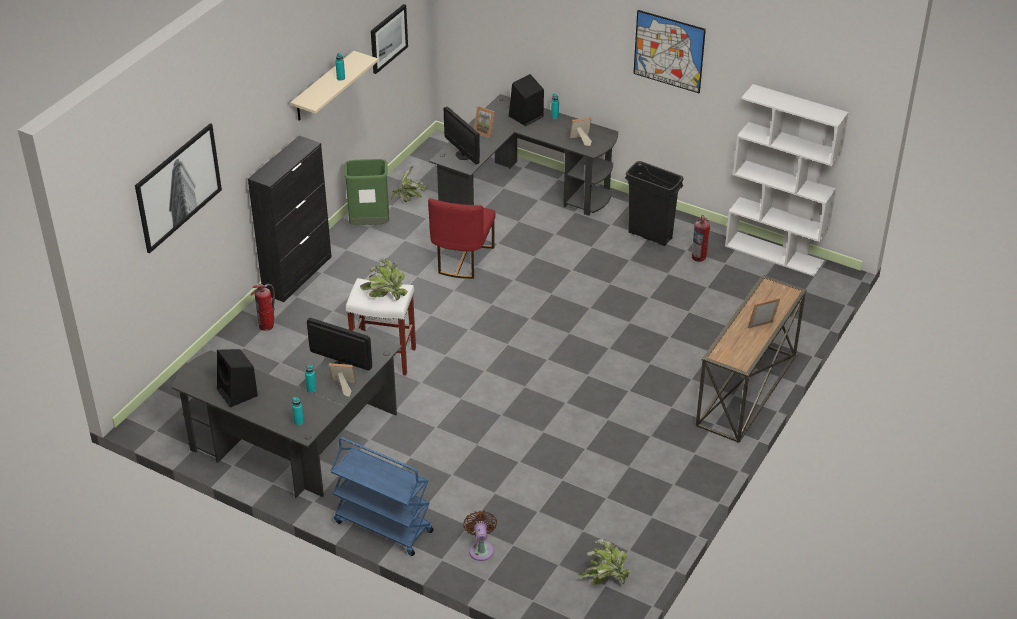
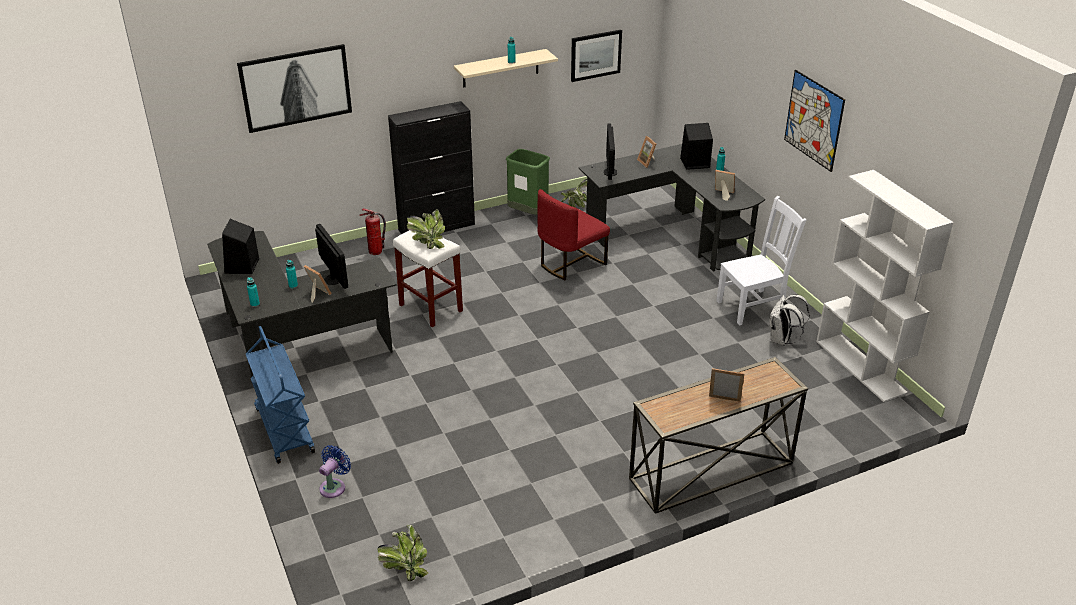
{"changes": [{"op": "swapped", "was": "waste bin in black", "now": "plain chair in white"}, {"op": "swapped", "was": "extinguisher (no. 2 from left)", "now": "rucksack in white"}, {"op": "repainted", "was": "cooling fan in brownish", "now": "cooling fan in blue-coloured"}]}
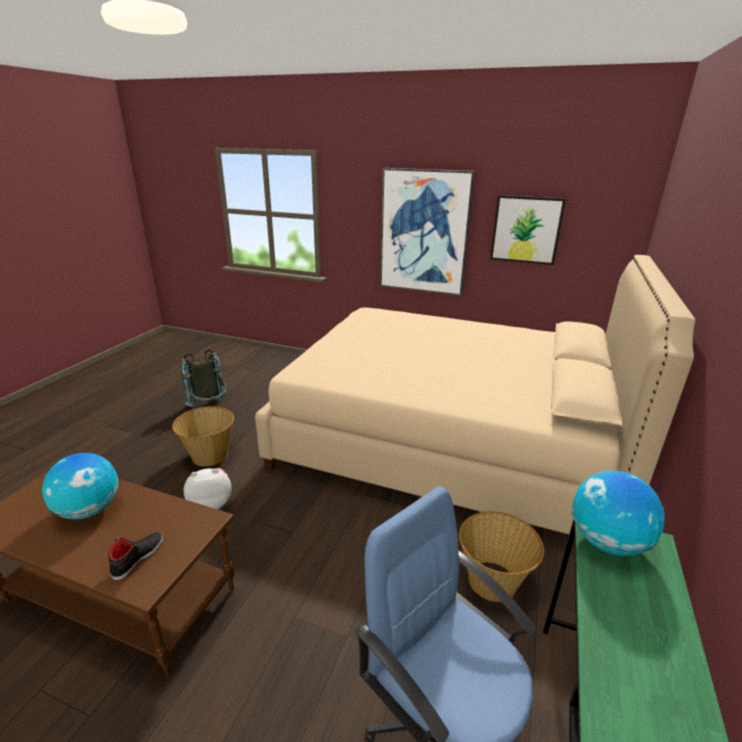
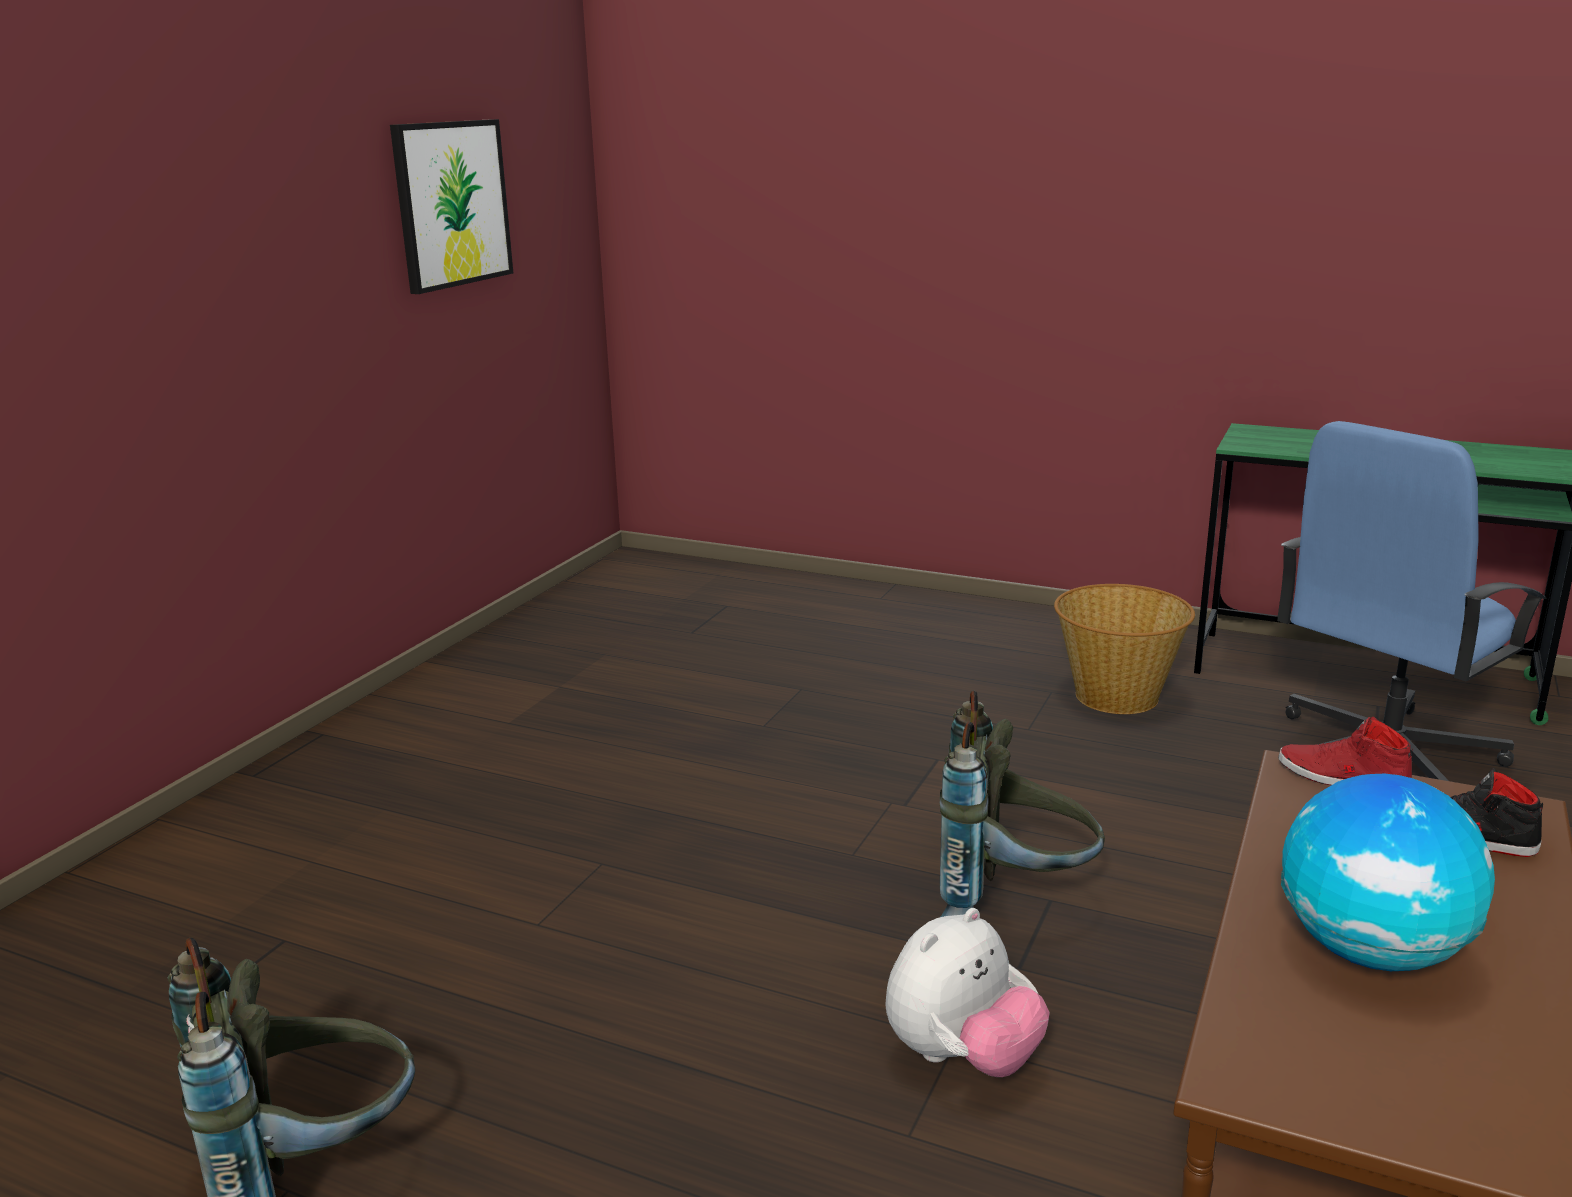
{"changes": [{"op": "gone", "was": "household basket (no. 1 from left)"}, {"op": "gone", "was": "bedroom bed in beige-coloured"}, {"op": "gone", "was": "wall picture (no. 1 from left)"}, {"op": "gone", "was": "world globe (no. 2 from left)"}, {"op": "new", "now": "rucksack in greyish (no. 2 from left)"}, {"op": "new", "now": "item of footwear in red"}, {"op": "rotated", "was": "soft toy", "clockwise": -120}]}
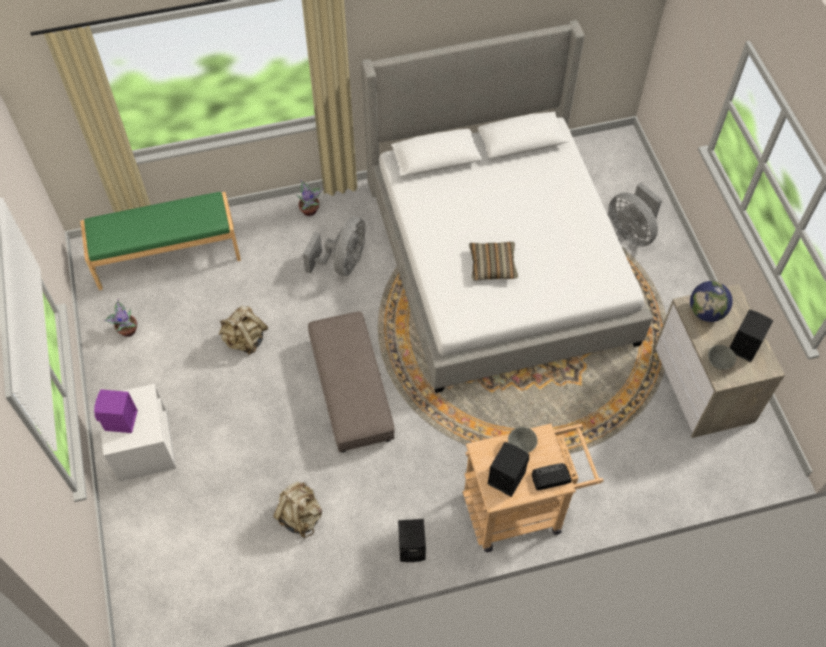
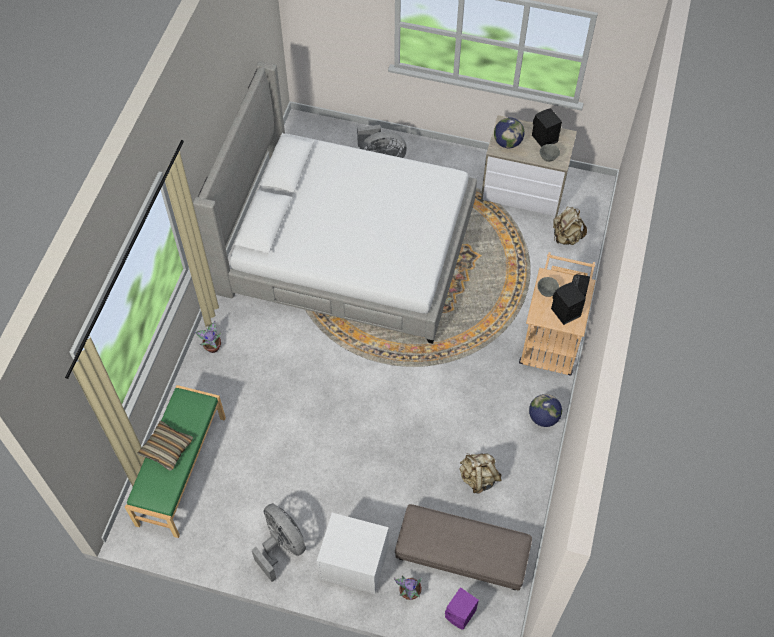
{"changes": [{"op": "shifted", "was": "loudspeaker in purple"}, {"op": "shifted", "was": "plant in a pot (no. 1 from left in the first image)", "now": "plant in a pot (no. 2 from left)"}, {"op": "shifted", "was": "rucksack in beige-coloured (no. 1 from left in the first image)", "now": "rucksack in beige-coloured (no. 2 from left)"}, {"op": "shifted", "was": "cooling fan in greyish (no. 1 from left)"}, {"op": "shifted", "was": "footrest in greyish"}, {"op": "shifted", "was": "pillow"}, {"op": "swapped", "was": "loudspeaker in black (no. 1 from left)", "now": "world globe (no. 2 from left)"}]}
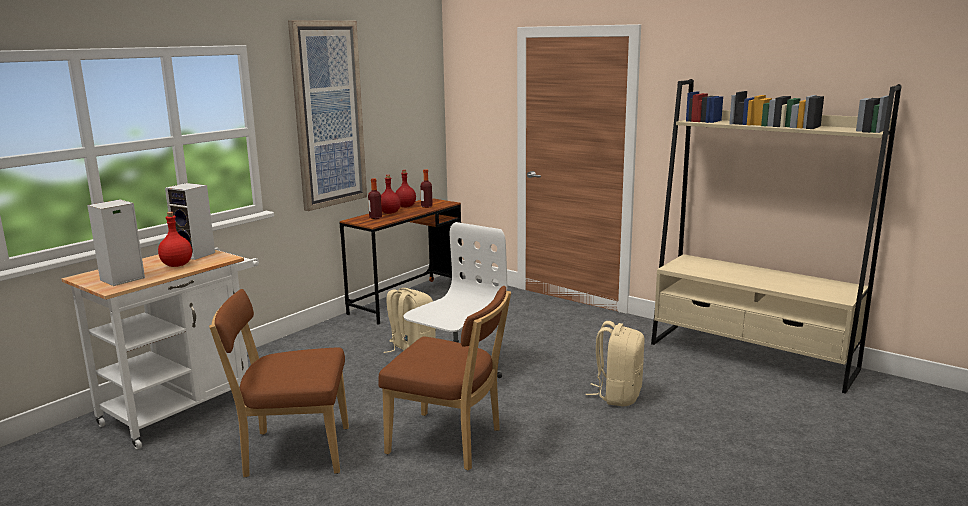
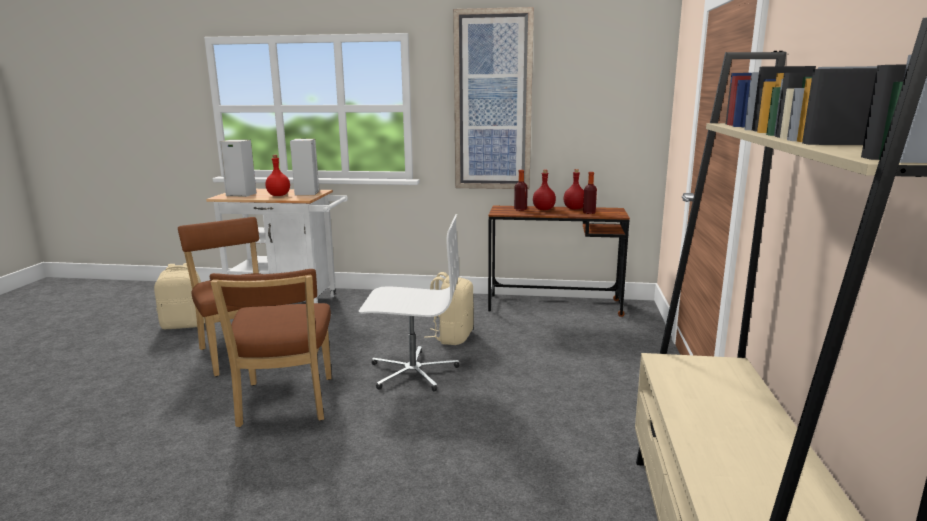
{"changes": [{"op": "shifted", "was": "rucksack in beige-coloured (no. 2 from left in the first image)", "now": "rucksack in beige-coloured (no. 1 from left)"}]}
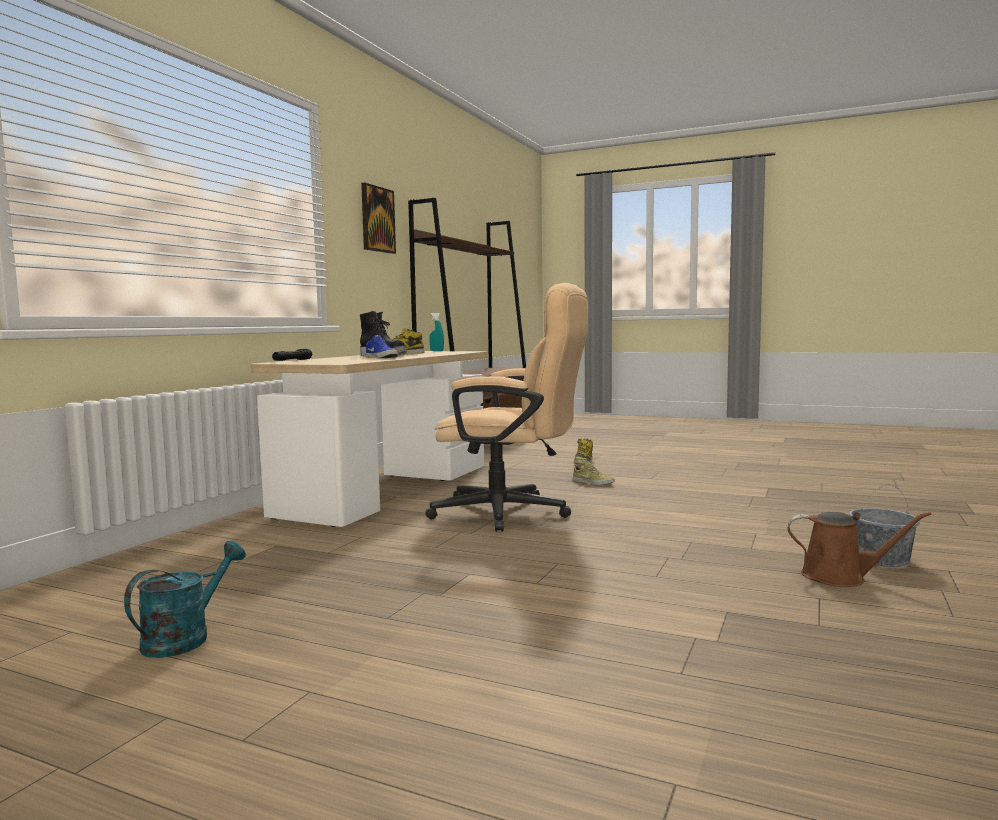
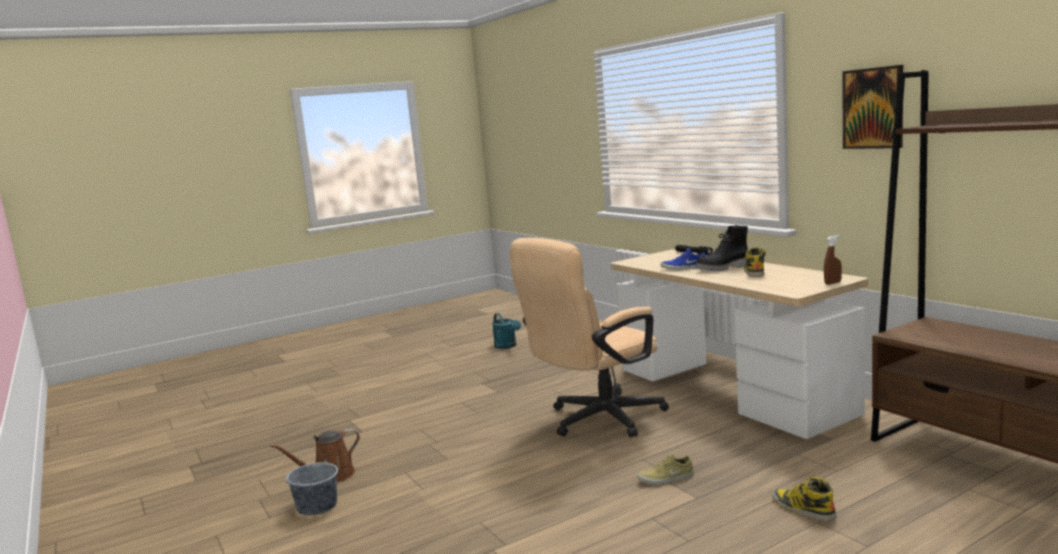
{"changes": [{"op": "repainted", "was": "spray bottle in turquoise-coloured", "now": "spray bottle in brownish"}]}
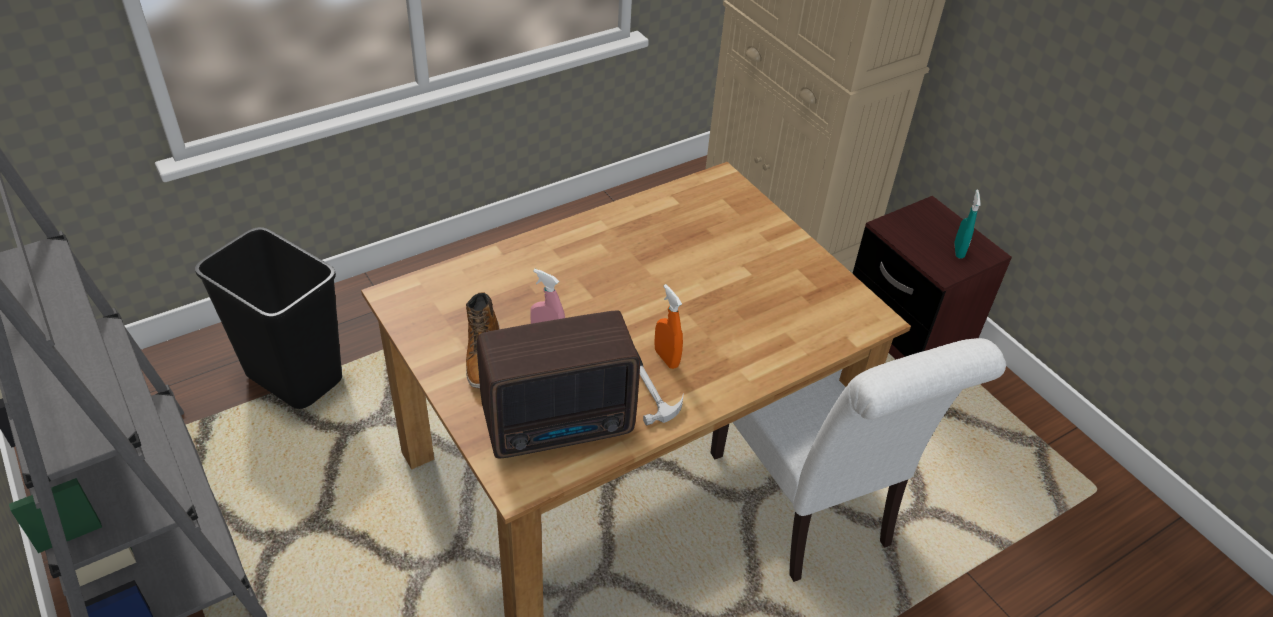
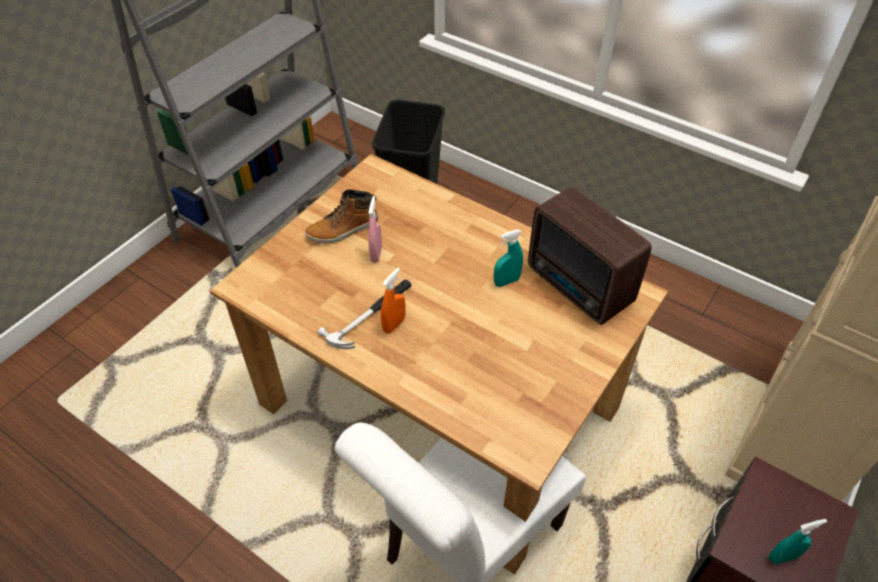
{"changes": [{"op": "new", "now": "spray bottle in turquoise-coloured (no. 1 from left)"}, {"op": "shifted", "was": "radio"}]}
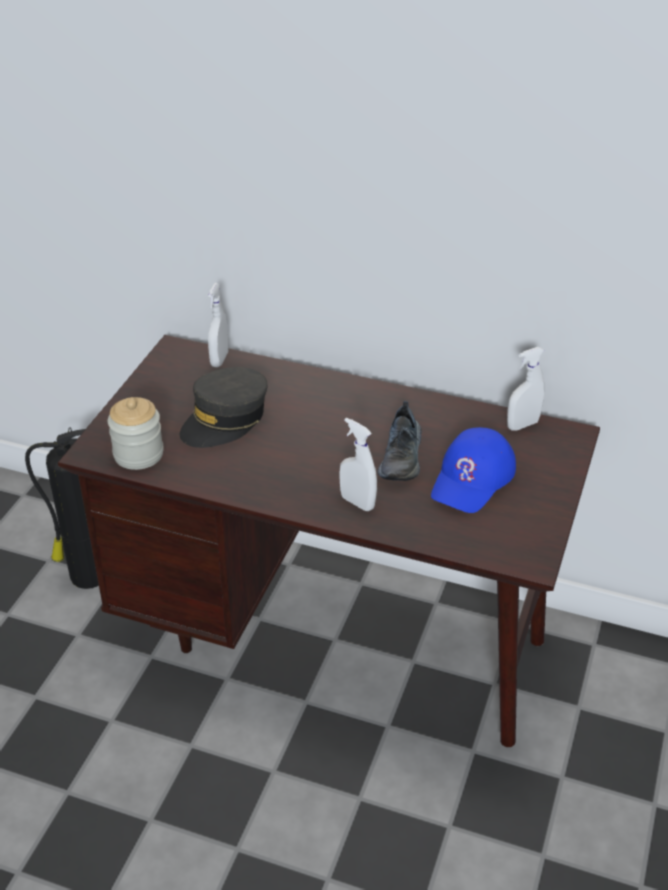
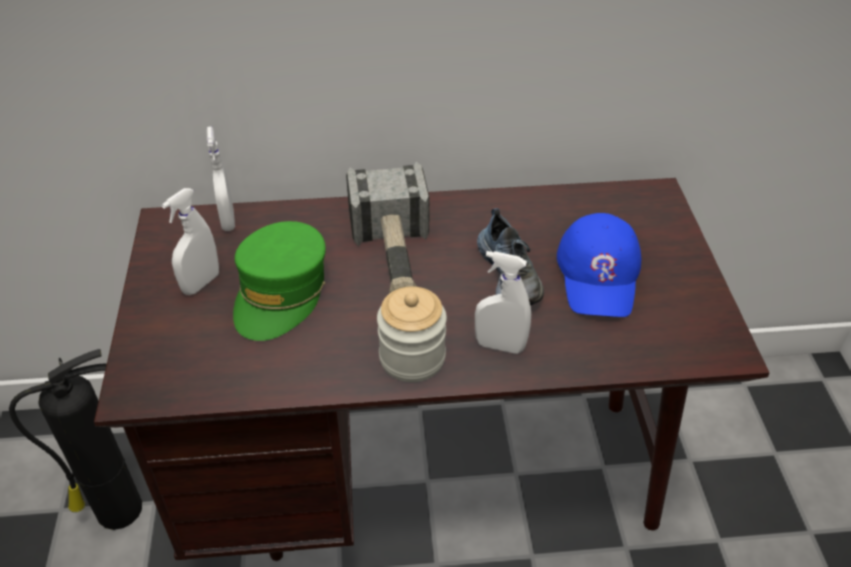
{"changes": [{"op": "new", "now": "hand hammer"}, {"op": "shifted", "was": "jar"}, {"op": "shifted", "was": "spray bottle in white (no. 3 from left in the first image)", "now": "spray bottle in white (no. 1 from left)"}, {"op": "repainted", "was": "peaked cap in greyish", "now": "peaked cap in green"}]}
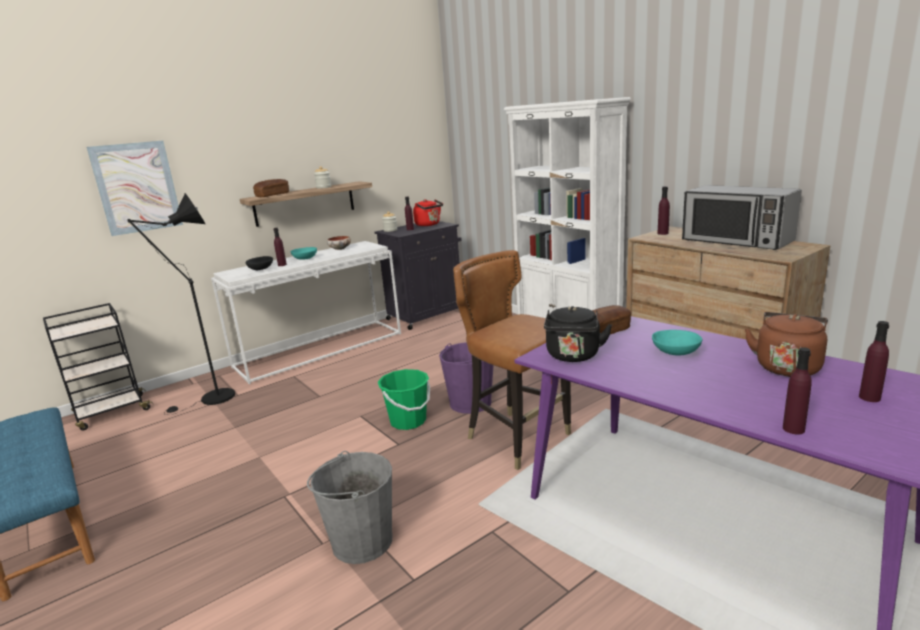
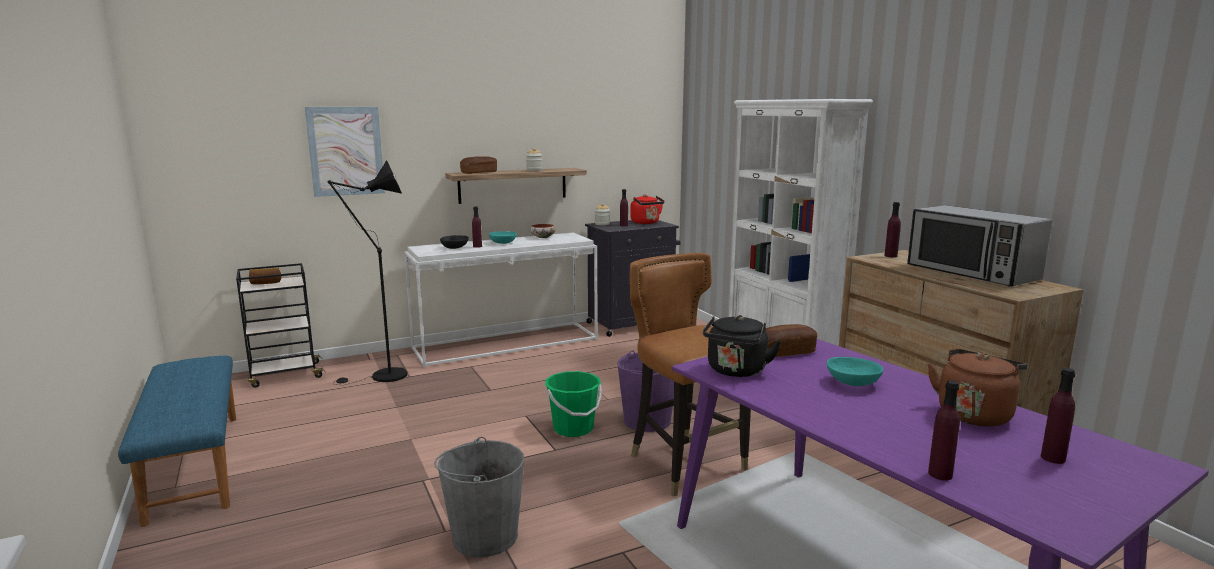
{"changes": [{"op": "new", "now": "bakery bread (no. 1 from left)"}]}
